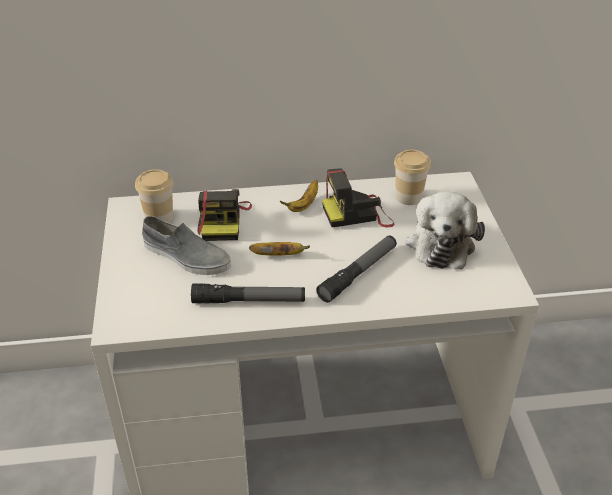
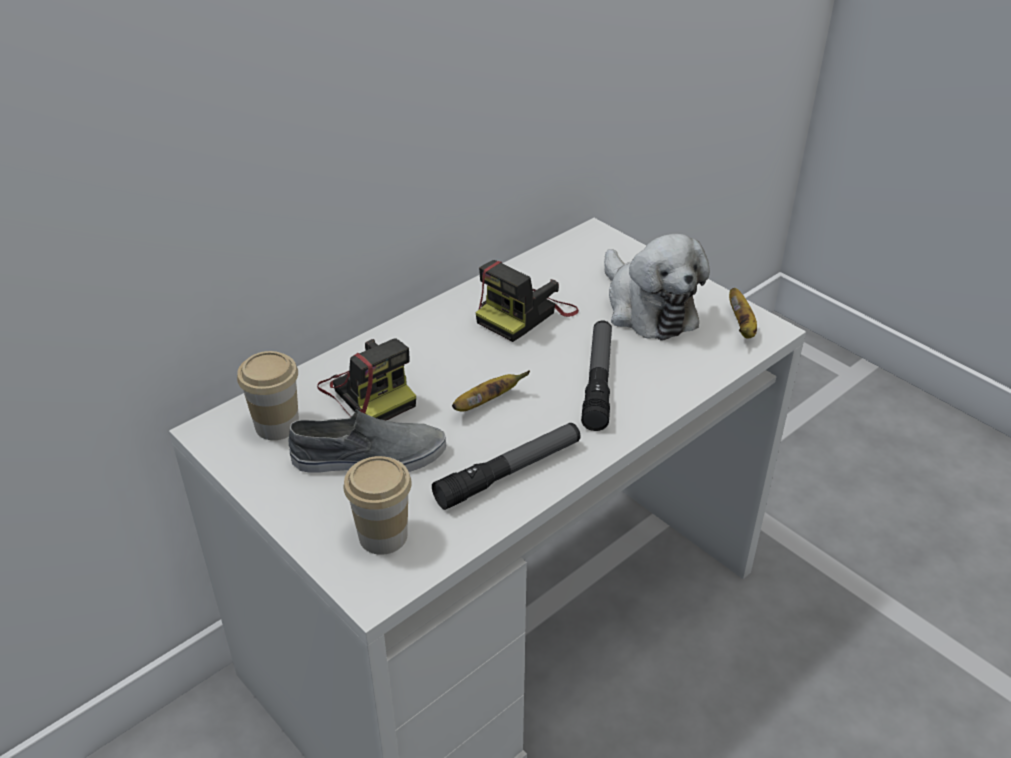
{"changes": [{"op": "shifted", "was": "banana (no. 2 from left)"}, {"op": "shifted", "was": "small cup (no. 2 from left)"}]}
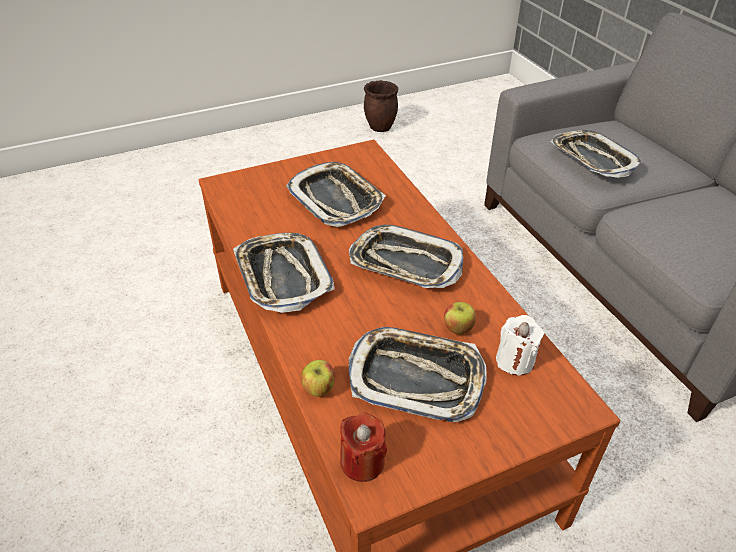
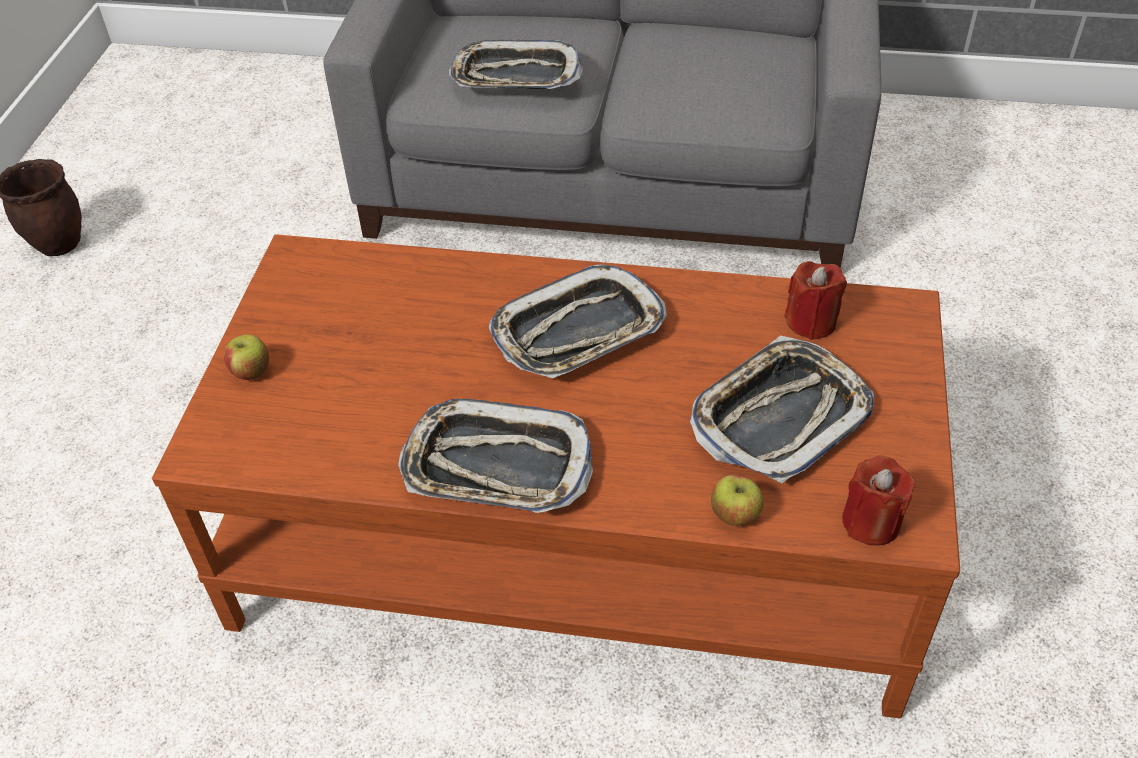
{"changes": [{"op": "gone", "was": "carrying tray (no. 2 from left)"}, {"op": "shifted", "was": "whole apple (no. 2 from left in the first image)", "now": "whole apple (no. 1 from left)"}, {"op": "repainted", "was": "wax light in white", "now": "wax light in red (no. 1 from left)"}]}
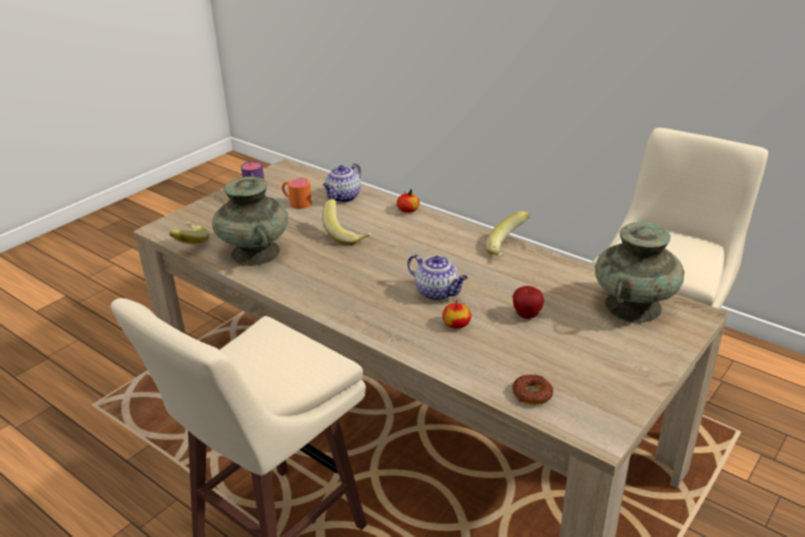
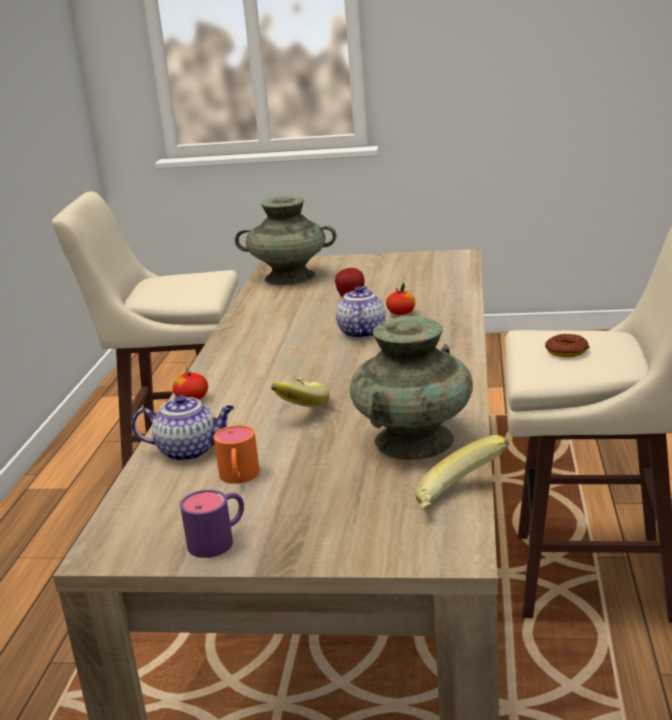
{"changes": [{"op": "gone", "was": "banana (no. 3 from left)"}, {"op": "shifted", "was": "donut"}]}
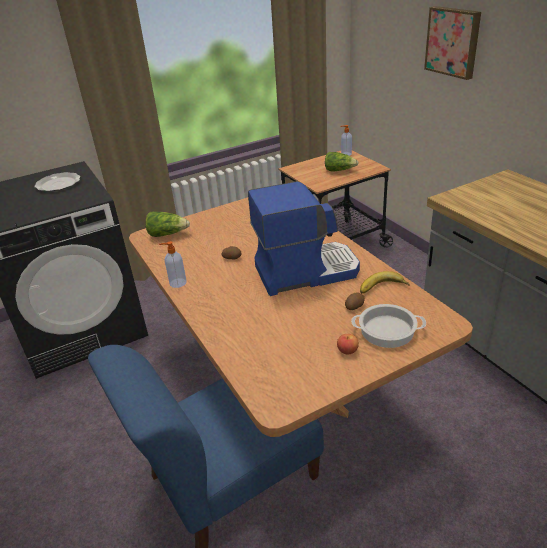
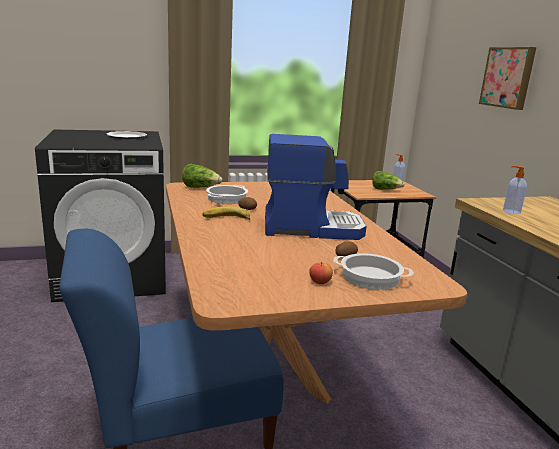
{"changes": [{"op": "new", "now": "cooking pot (no. 1 from left)"}, {"op": "shifted", "was": "soap bottle (no. 1 from left in the first image)", "now": "soap bottle (no. 2 from left)"}, {"op": "shifted", "was": "banana"}]}
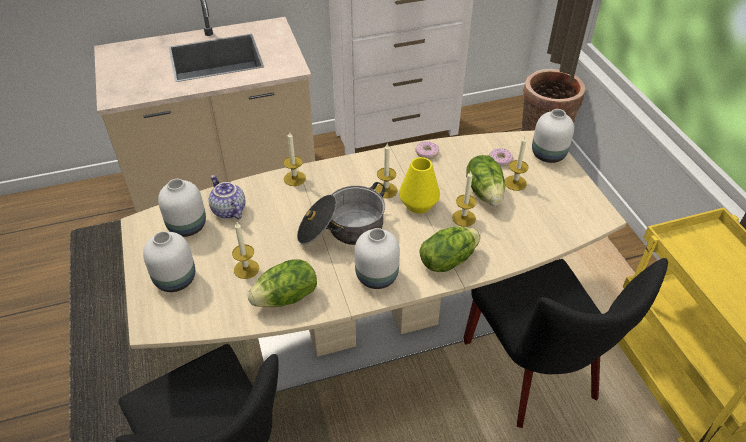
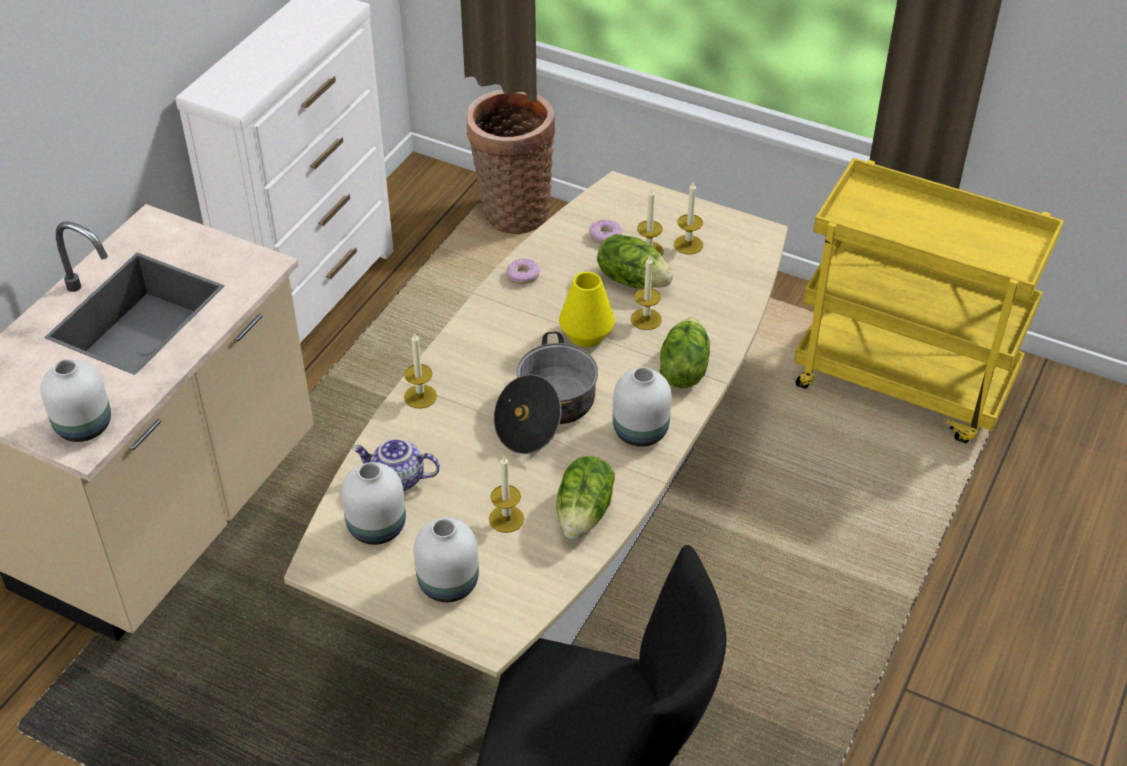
{"changes": [{"op": "gone", "was": "plain chair in black (no. 2 from left)"}, {"op": "shifted", "was": "wax light (no. 3 from left in the first image)", "now": "wax light (no. 5 from left)"}, {"op": "shifted", "was": "decorative vase in white (no. 4 from left in the first image)", "now": "decorative vase in white (no. 1 from left)"}]}
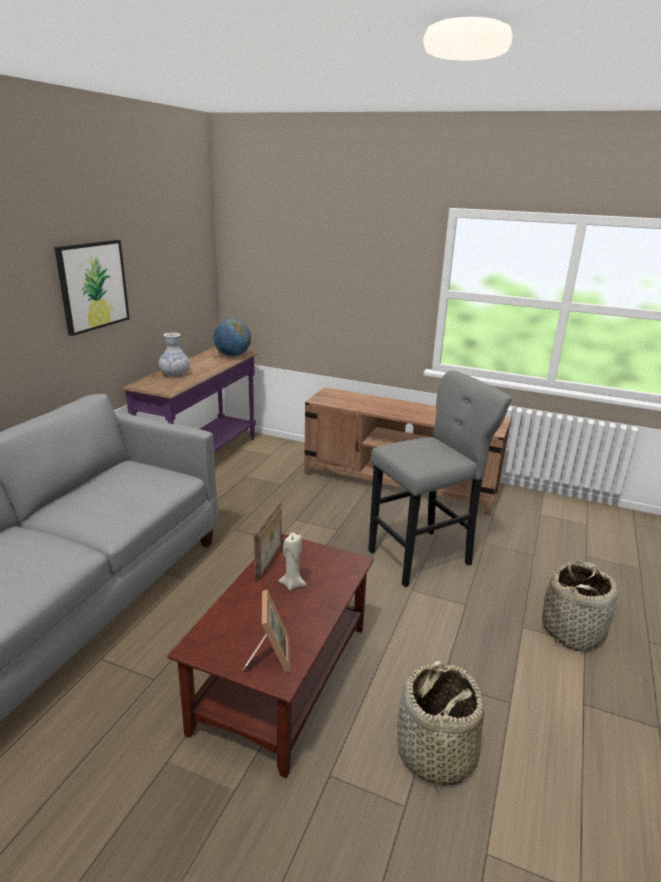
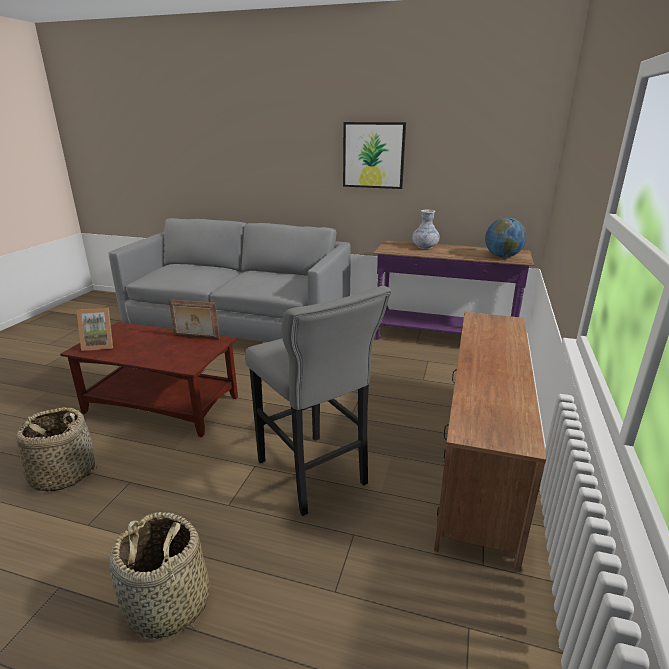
{"changes": [{"op": "gone", "was": "wax light in beige-coloured"}]}
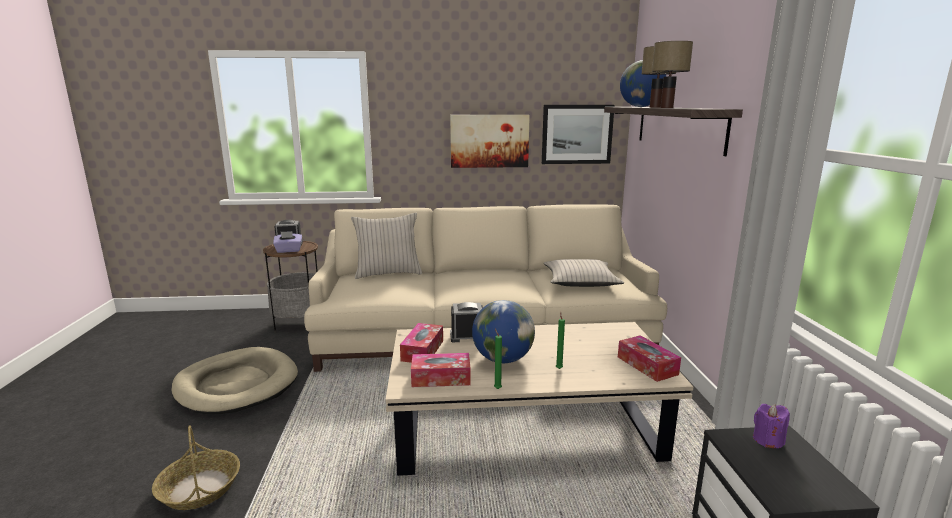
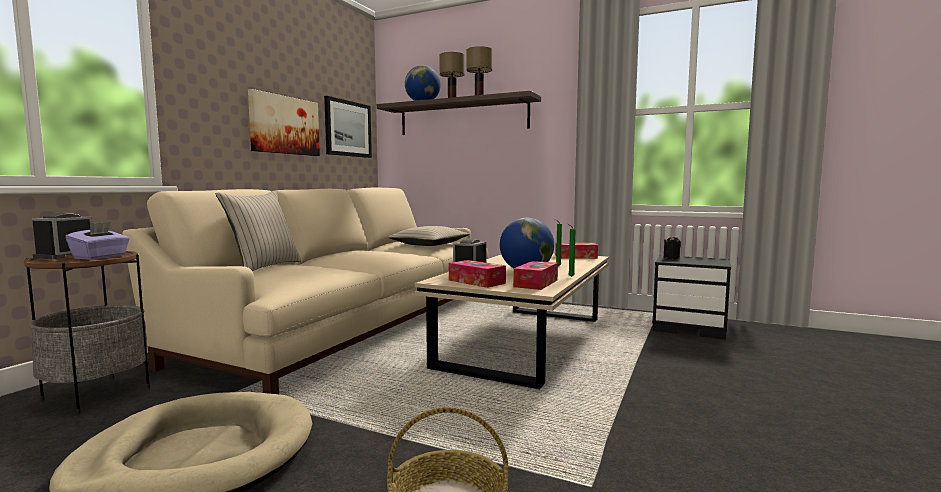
{"changes": [{"op": "repainted", "was": "wax light in purple", "now": "wax light in black"}]}
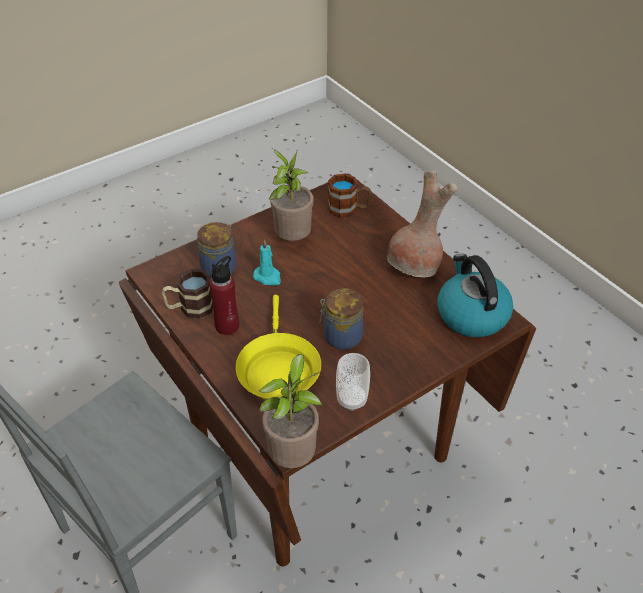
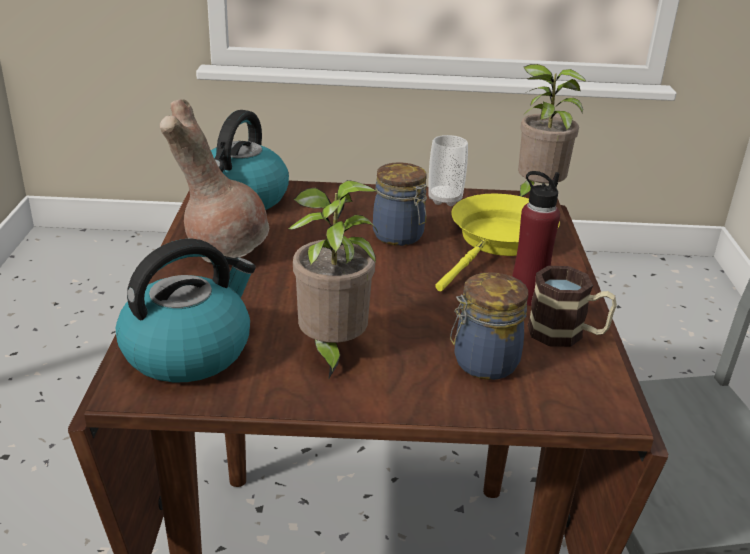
{"changes": [{"op": "gone", "was": "wax light in turquoise-coloured"}, {"op": "swapped", "was": "coffee mug (no. 2 from left)", "now": "tea kettle (no. 1 from left)"}]}
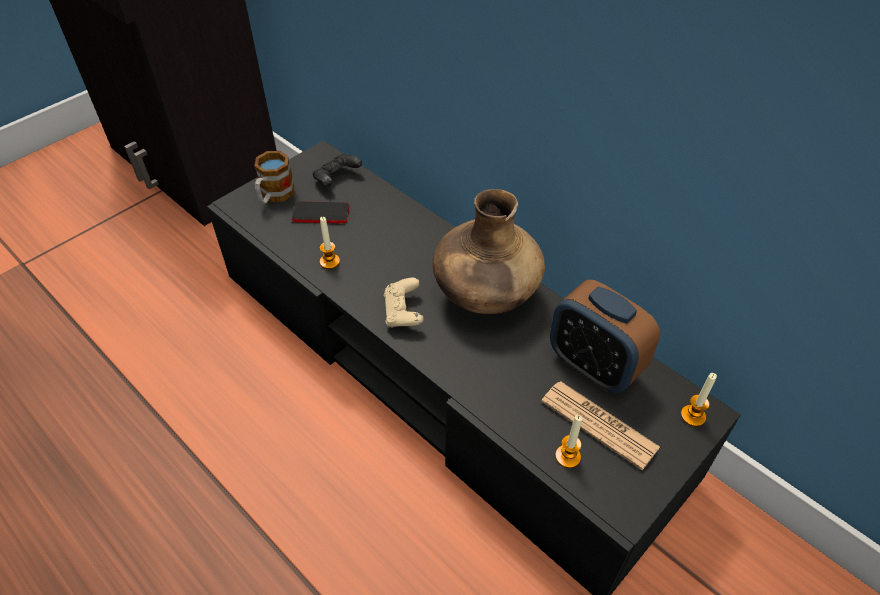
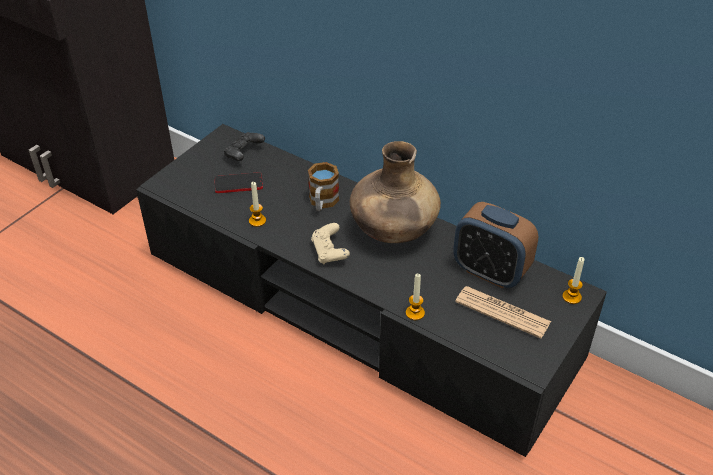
{"changes": [{"op": "shifted", "was": "coffee mug"}, {"op": "shifted", "was": "wax light (no. 2 from left)"}]}
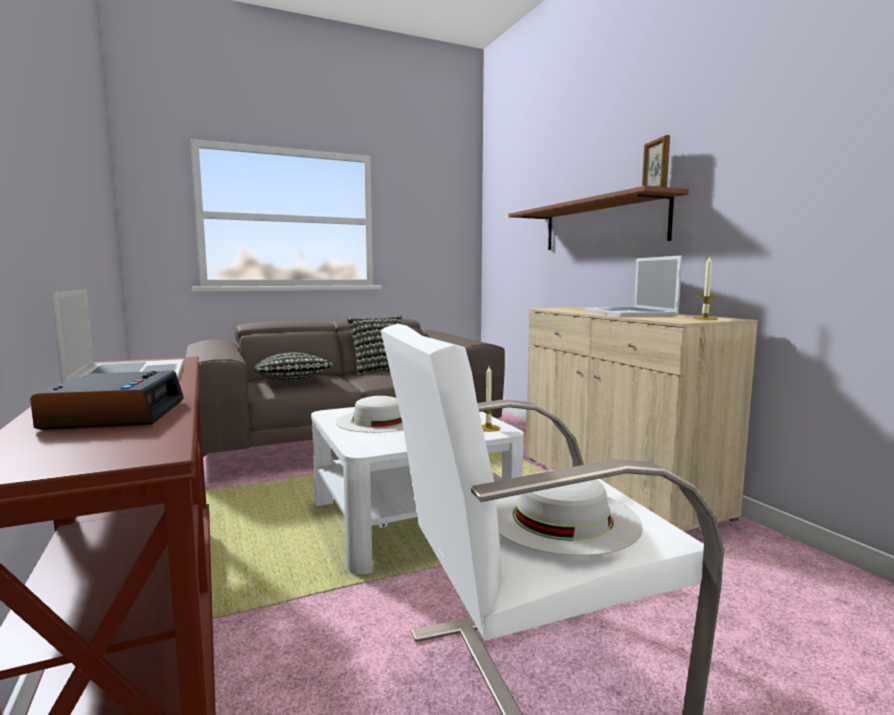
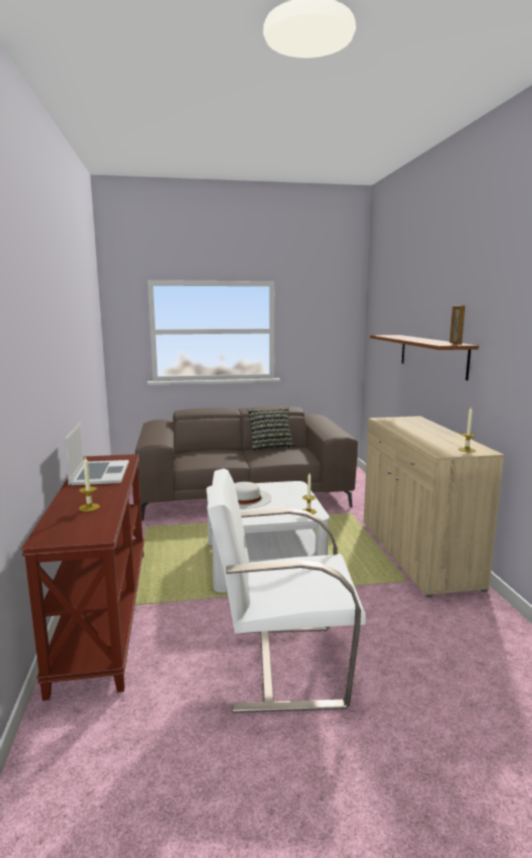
{"changes": [{"op": "gone", "was": "pillow (no. 1 from left)"}, {"op": "gone", "was": "hat in white (no. 2 from left)"}, {"op": "gone", "was": "laptop (no. 2 from left)"}, {"op": "swapped", "was": "bedside clock", "now": "wax light (no. 1 from left)"}]}
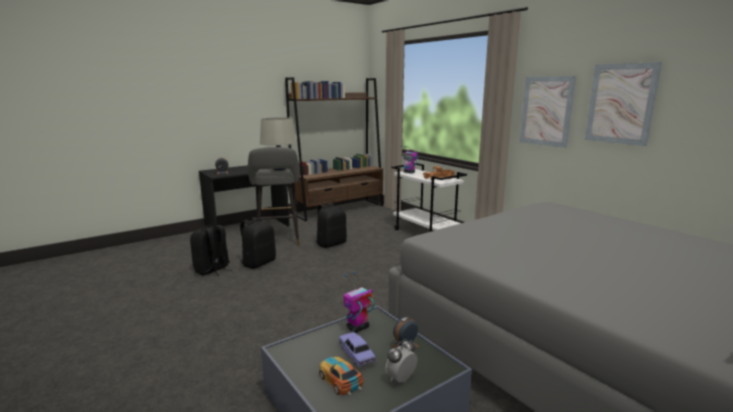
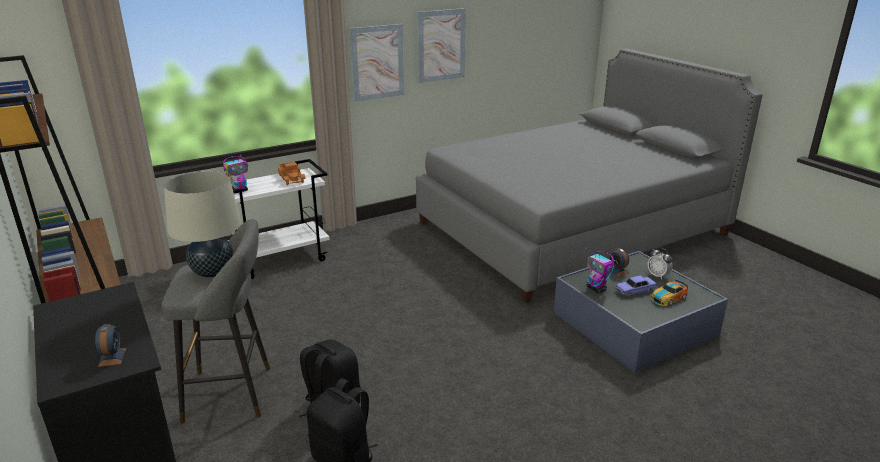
{"changes": [{"op": "gone", "was": "rucksack in black (no. 3 from left)"}]}
